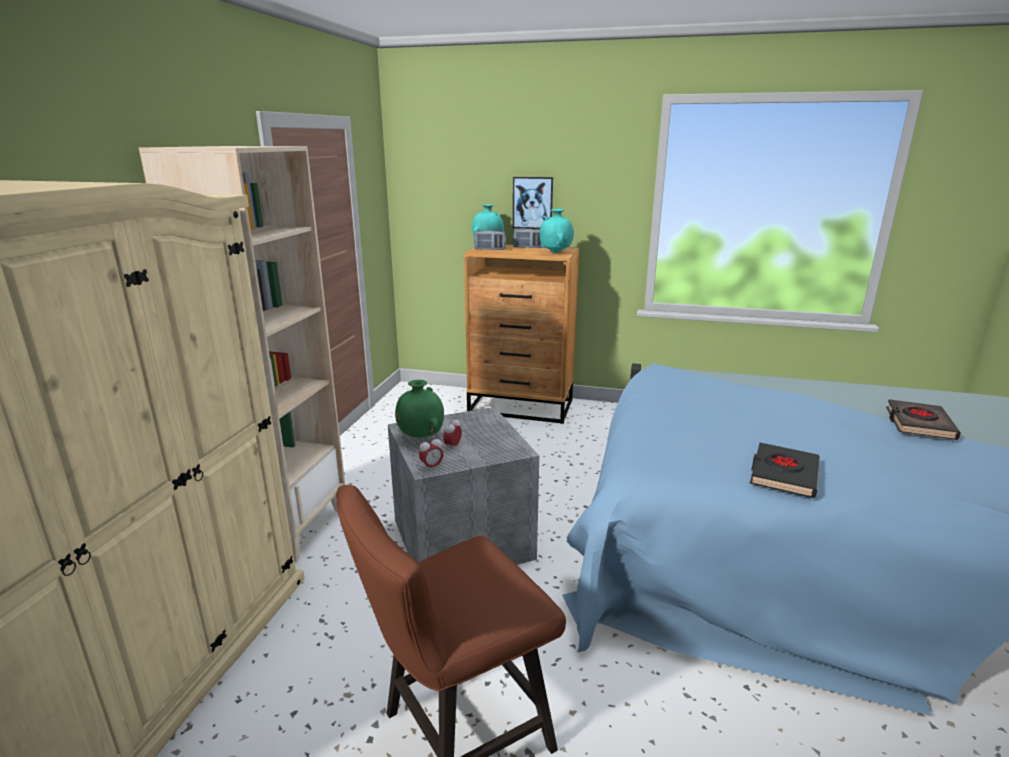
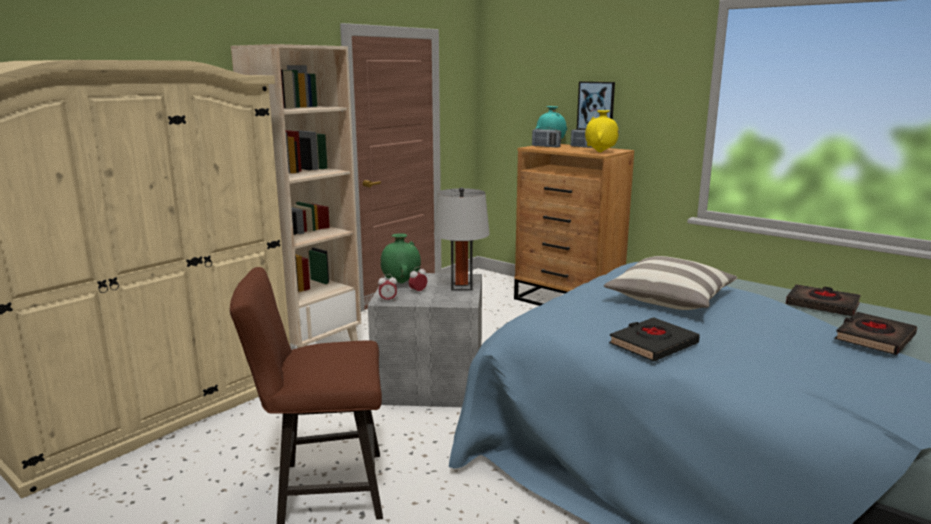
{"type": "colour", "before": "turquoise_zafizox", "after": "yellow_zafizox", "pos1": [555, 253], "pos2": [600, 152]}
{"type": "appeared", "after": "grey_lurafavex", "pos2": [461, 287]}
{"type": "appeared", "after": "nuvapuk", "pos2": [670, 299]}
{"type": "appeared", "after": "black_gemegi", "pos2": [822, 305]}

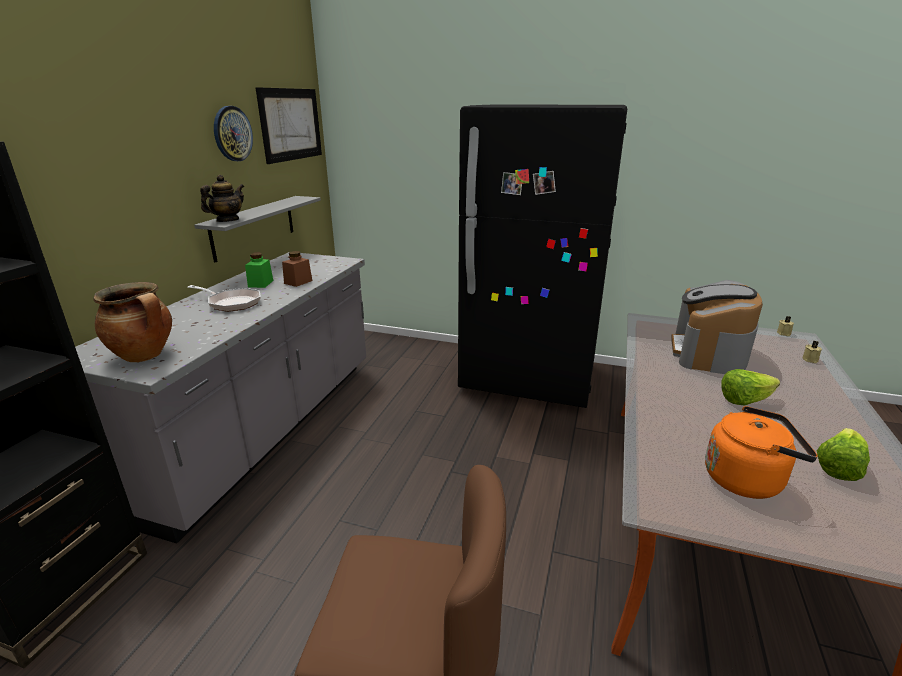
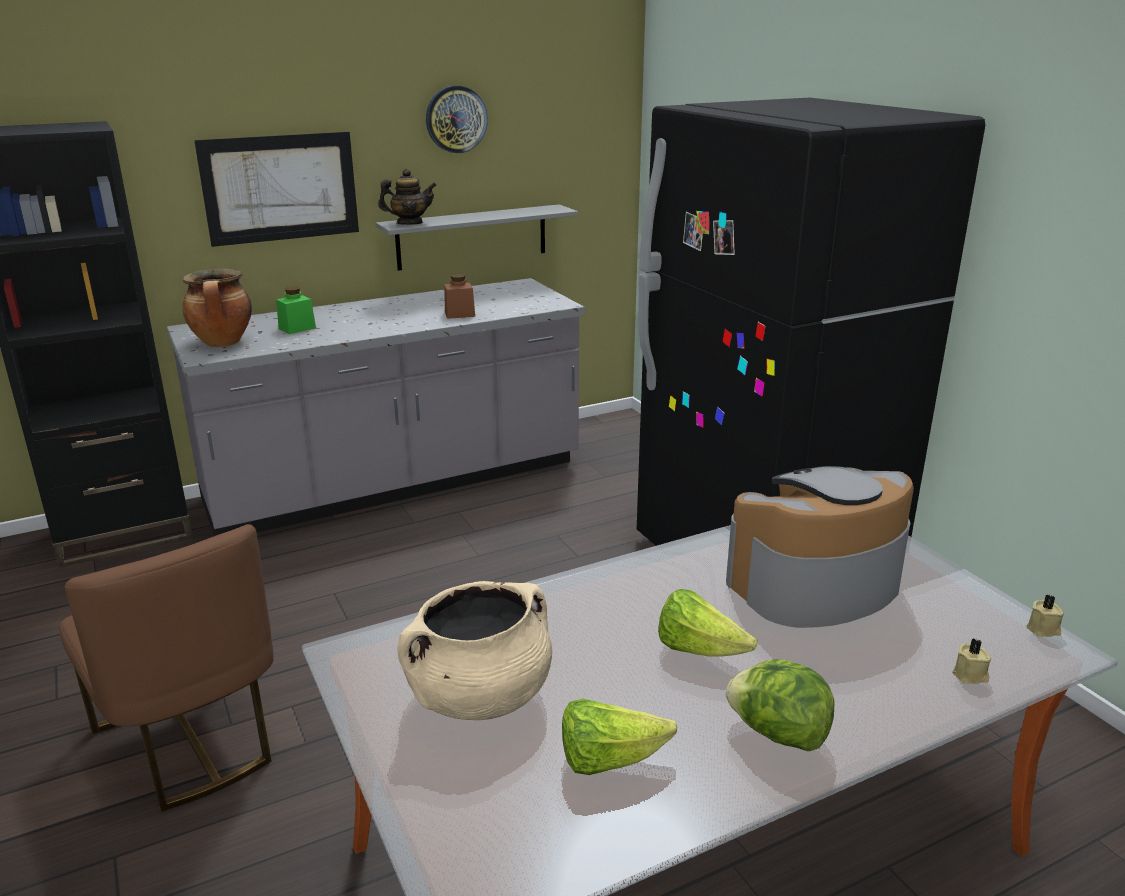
{"type": "missing", "before": "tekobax", "pos1": [231, 303]}
{"type": "relocated", "before": "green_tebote", "pos1": [260, 284], "pos2": [297, 328]}
{"type": "relocated", "before": "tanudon", "pos1": [291, 124], "pos2": [280, 188]}
{"type": "exchanged", "before": "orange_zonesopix", "after": "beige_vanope", "pos1": [747, 479], "pos2": [479, 696]}
{"type": "appeared", "after": "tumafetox", "pos2": [778, 734]}

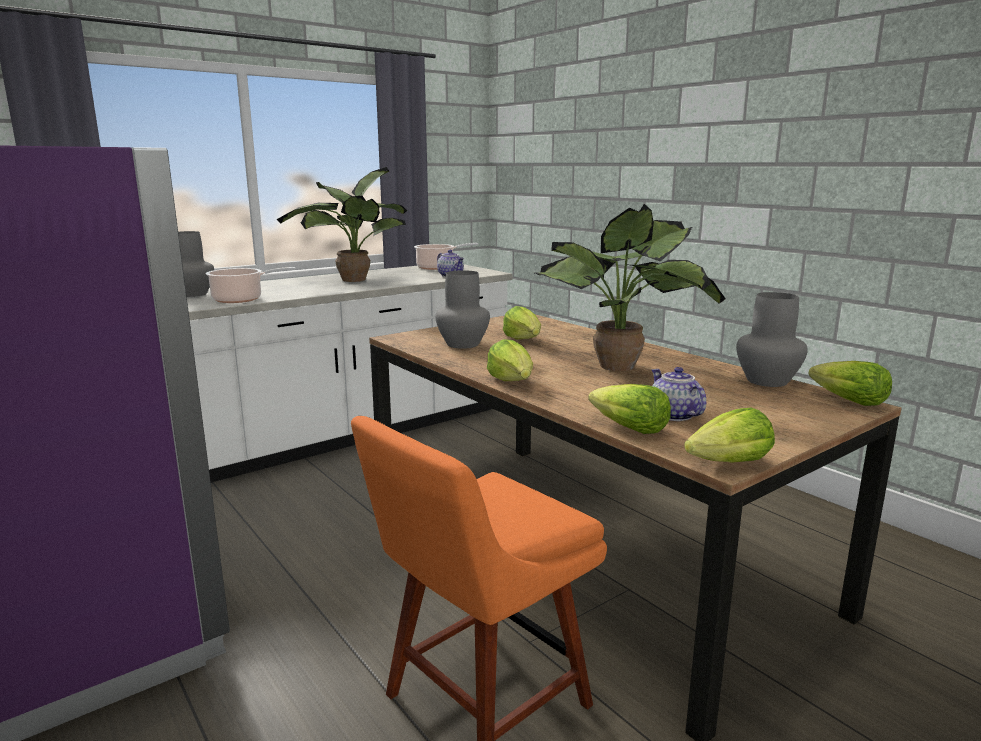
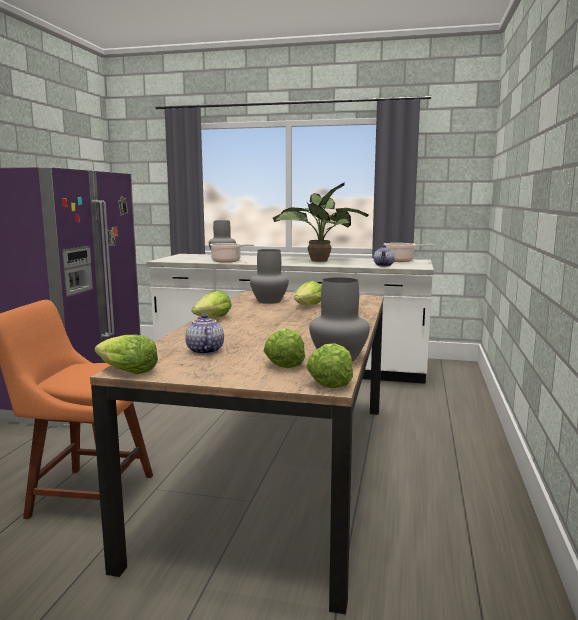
{"type": "missing", "before": "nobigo", "pos1": [621, 365]}
{"type": "relocated", "before": "tumafetox", "pos1": [628, 429], "pos2": [284, 363]}
{"type": "spun", "before": "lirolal", "pos1": [673, 415], "pos2": [204, 351], "turn": -45}

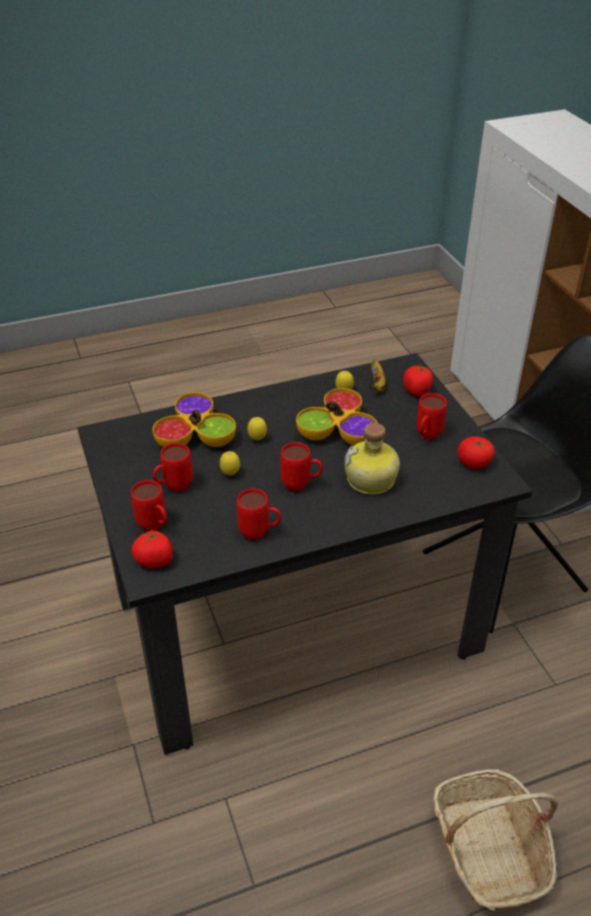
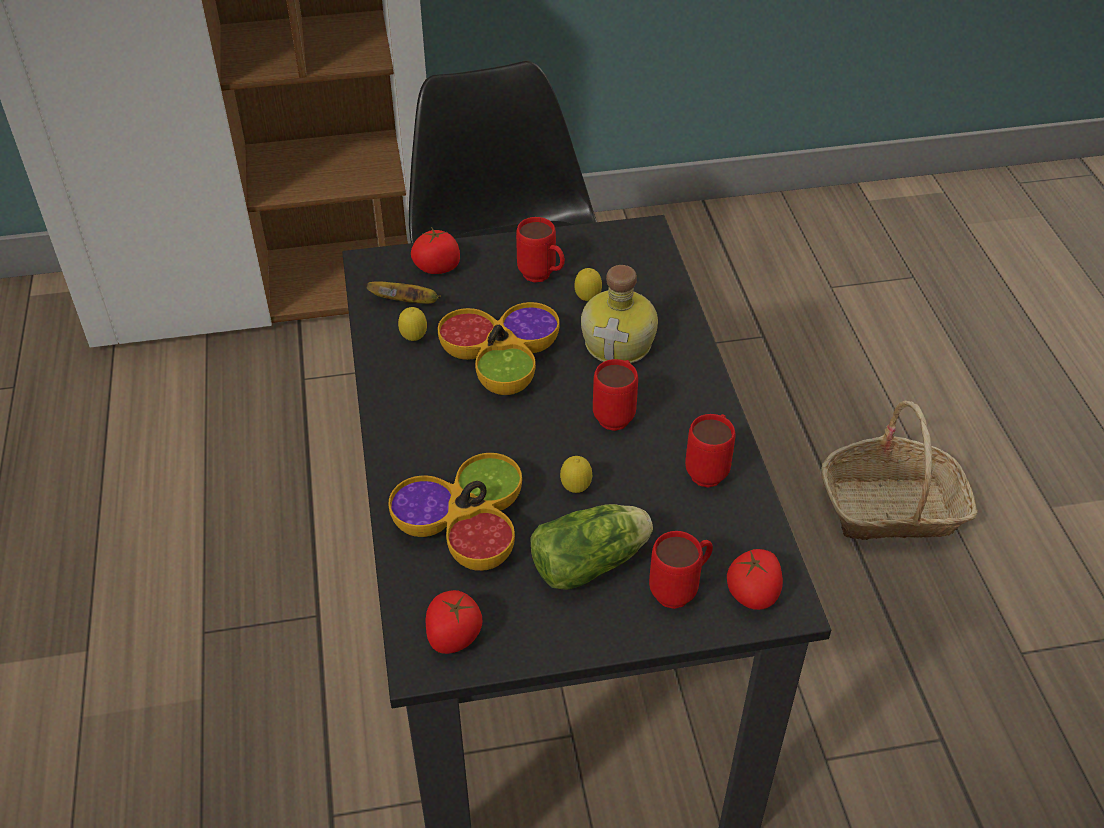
{"type": "exchanged", "before": "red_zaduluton", "after": "tumafetox", "pos1": [173, 487], "pos2": [593, 562]}
{"type": "relocated", "before": "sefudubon", "pos1": [257, 439], "pos2": [587, 300]}
{"type": "relocated", "before": "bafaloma", "pos1": [473, 463], "pos2": [453, 636]}

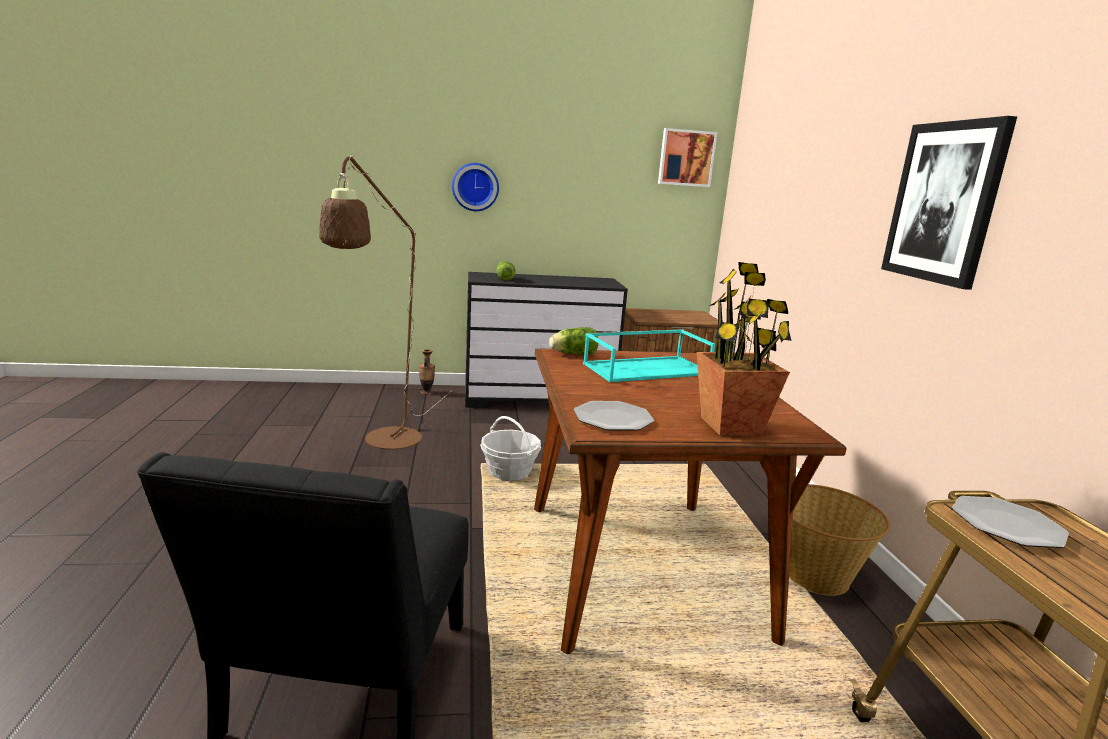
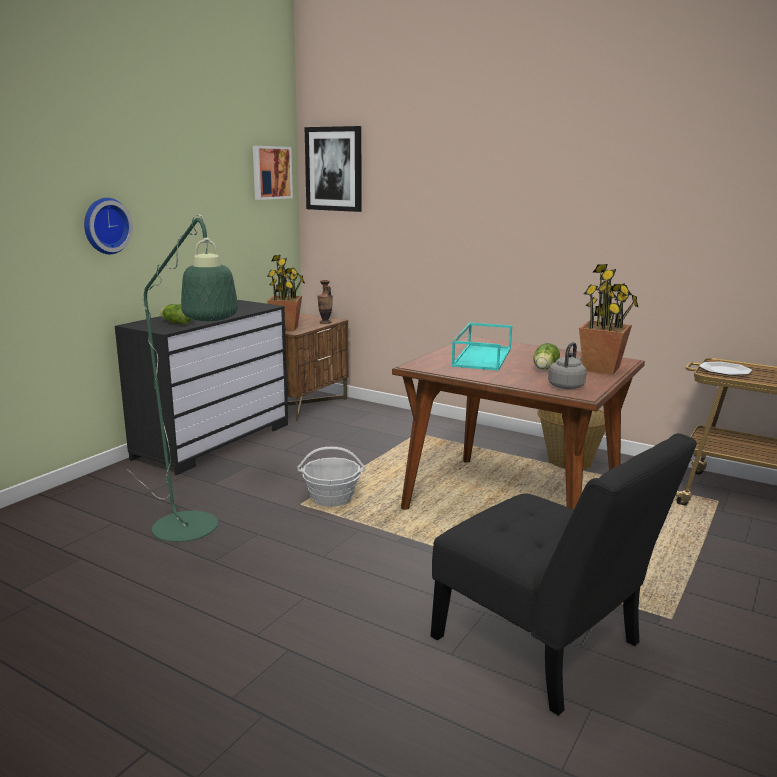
{"type": "colour", "before": "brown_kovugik", "after": "green_kovugik", "pos1": [387, 443], "pos2": [193, 532]}
{"type": "relocated", "before": "zafizox", "pos1": [426, 393], "pos2": [325, 322]}
{"type": "relocated", "before": "tumafetox", "pos1": [572, 354], "pos2": [544, 369]}
{"type": "exchanged", "before": "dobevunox", "after": "grey_zonesopix", "pos1": [613, 418], "pos2": [567, 386]}
{"type": "relocated", "before": "tanudon", "pos1": [944, 202], "pos2": [334, 169]}
{"type": "appeared", "after": "nobigo", "pos2": [286, 328]}

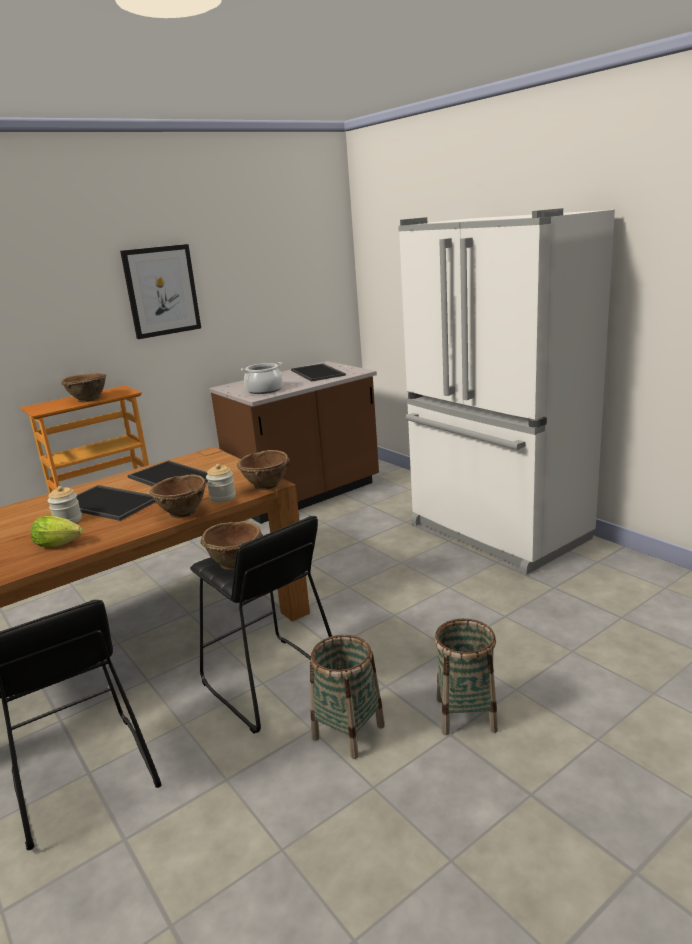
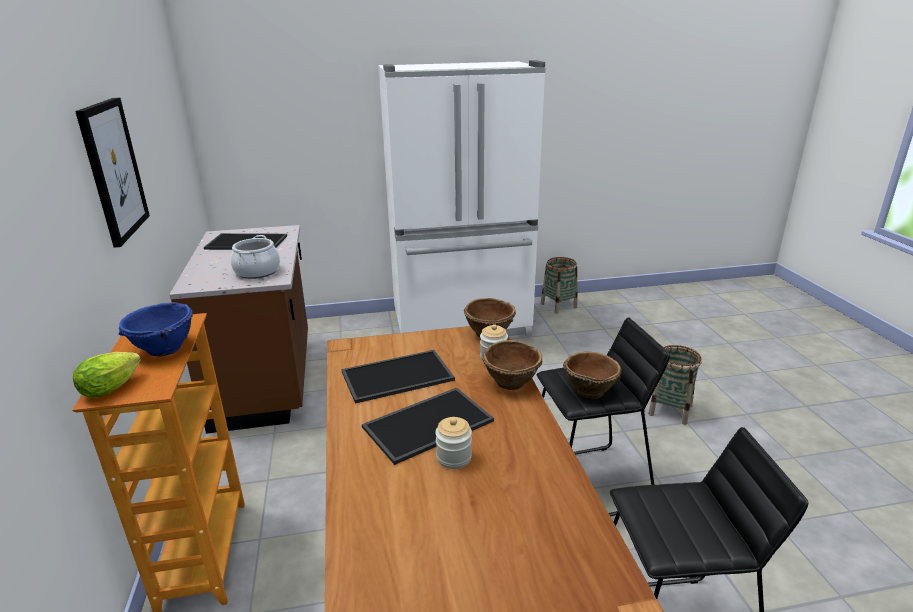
{"type": "relocated", "before": "tumafetox", "pos1": [61, 545], "pos2": [114, 387]}
{"type": "colour", "before": "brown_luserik", "after": "blue_luserik", "pos1": [88, 399], "pos2": [164, 349]}
{"type": "relocated", "before": "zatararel", "pos1": [348, 732], "pos2": [558, 305]}

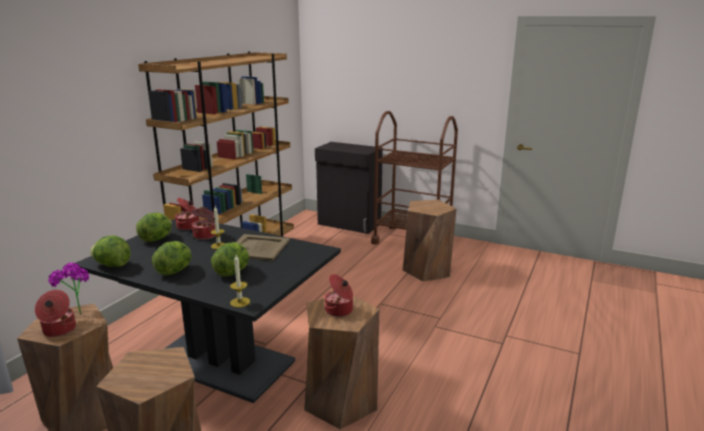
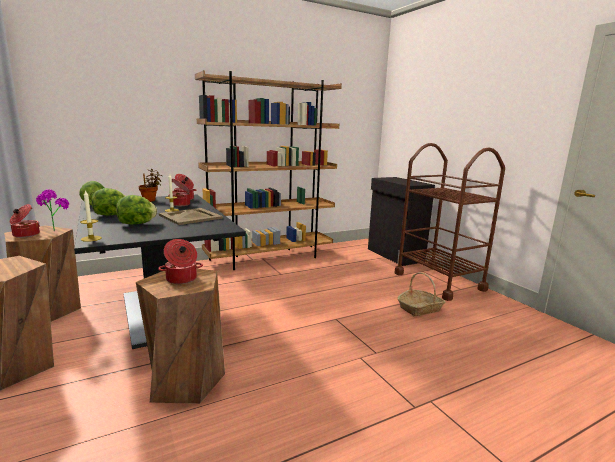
{"type": "exchanged", "before": "tumafetox", "after": "nobigo", "pos1": [157, 239], "pos2": [150, 200]}
{"type": "exchanged", "before": "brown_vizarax", "after": "zatararel", "pos1": [427, 270], "pos2": [420, 308]}

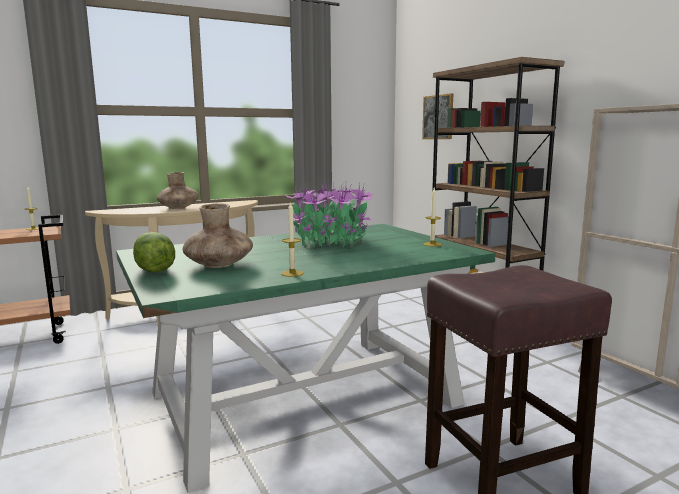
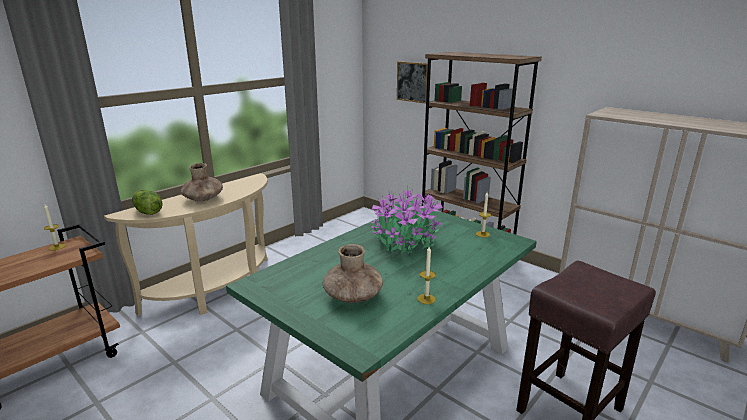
{"type": "relocated", "before": "tumafetox", "pos1": [153, 270], "pos2": [147, 212]}

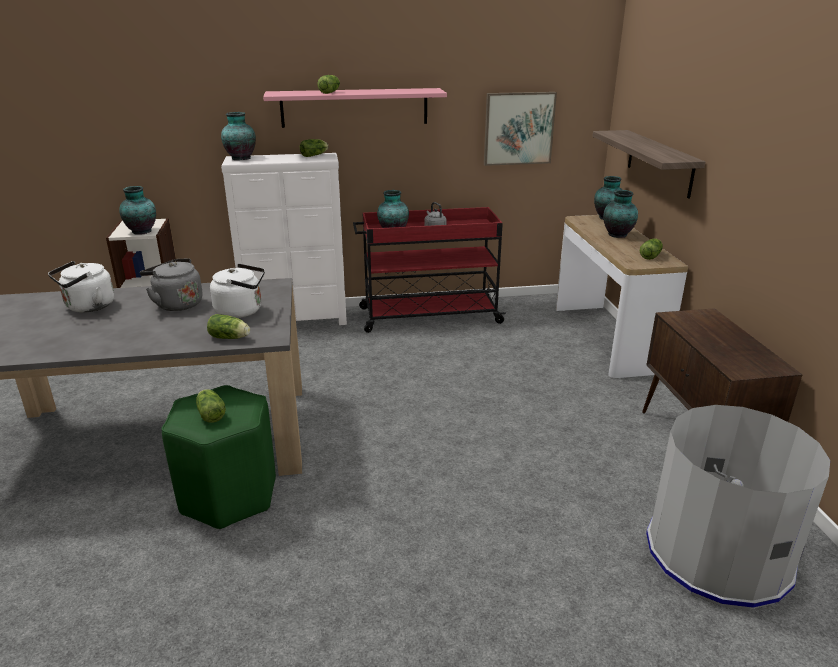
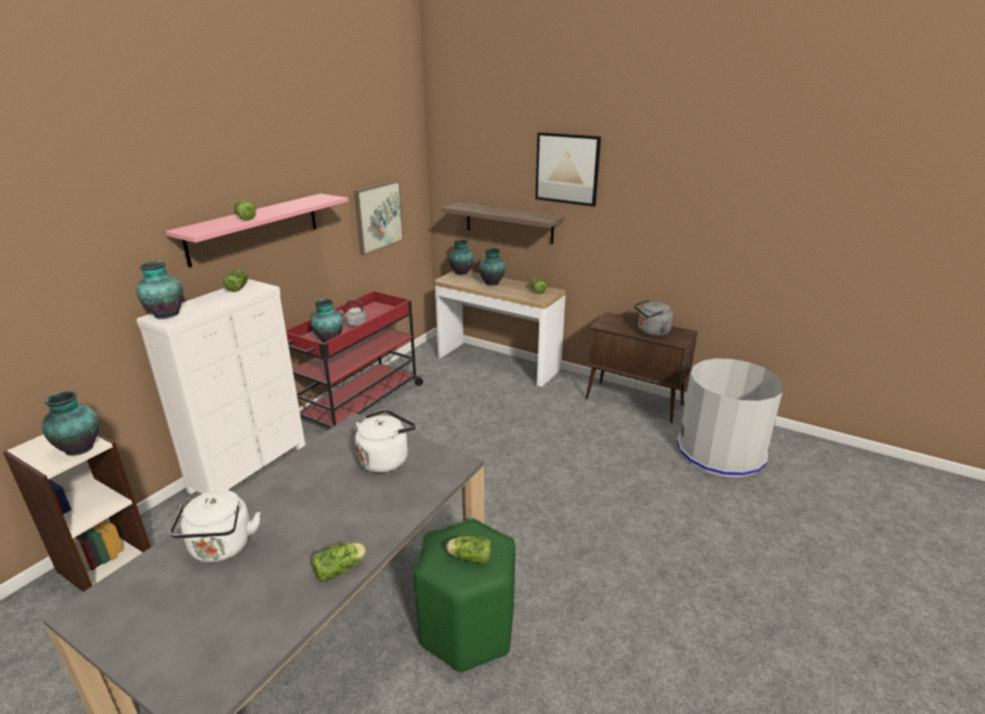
{"type": "relocated", "before": "grey_zonesopix", "pos1": [176, 304], "pos2": [651, 332]}
{"type": "relocated", "before": "tumafetox", "pos1": [230, 338], "pos2": [341, 569]}
{"type": "appeared", "after": "tanudon", "pos2": [567, 169]}

